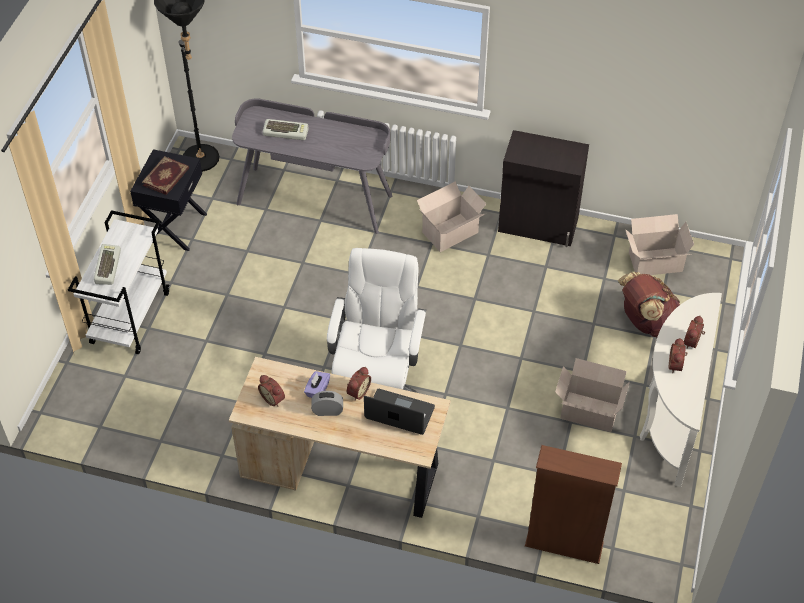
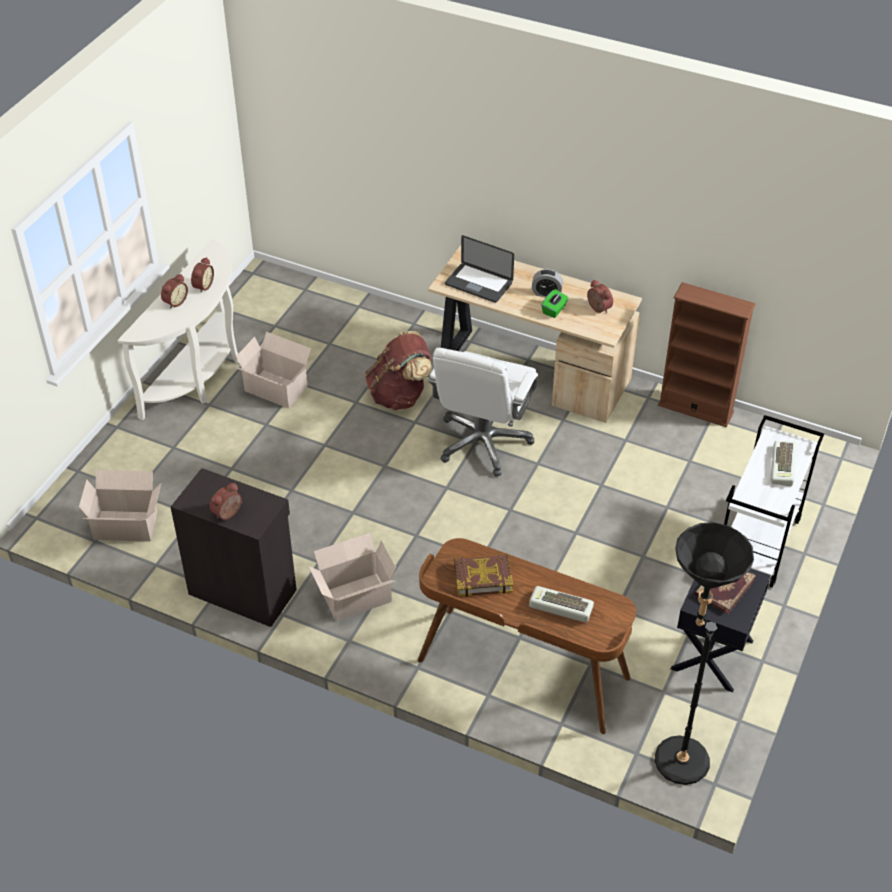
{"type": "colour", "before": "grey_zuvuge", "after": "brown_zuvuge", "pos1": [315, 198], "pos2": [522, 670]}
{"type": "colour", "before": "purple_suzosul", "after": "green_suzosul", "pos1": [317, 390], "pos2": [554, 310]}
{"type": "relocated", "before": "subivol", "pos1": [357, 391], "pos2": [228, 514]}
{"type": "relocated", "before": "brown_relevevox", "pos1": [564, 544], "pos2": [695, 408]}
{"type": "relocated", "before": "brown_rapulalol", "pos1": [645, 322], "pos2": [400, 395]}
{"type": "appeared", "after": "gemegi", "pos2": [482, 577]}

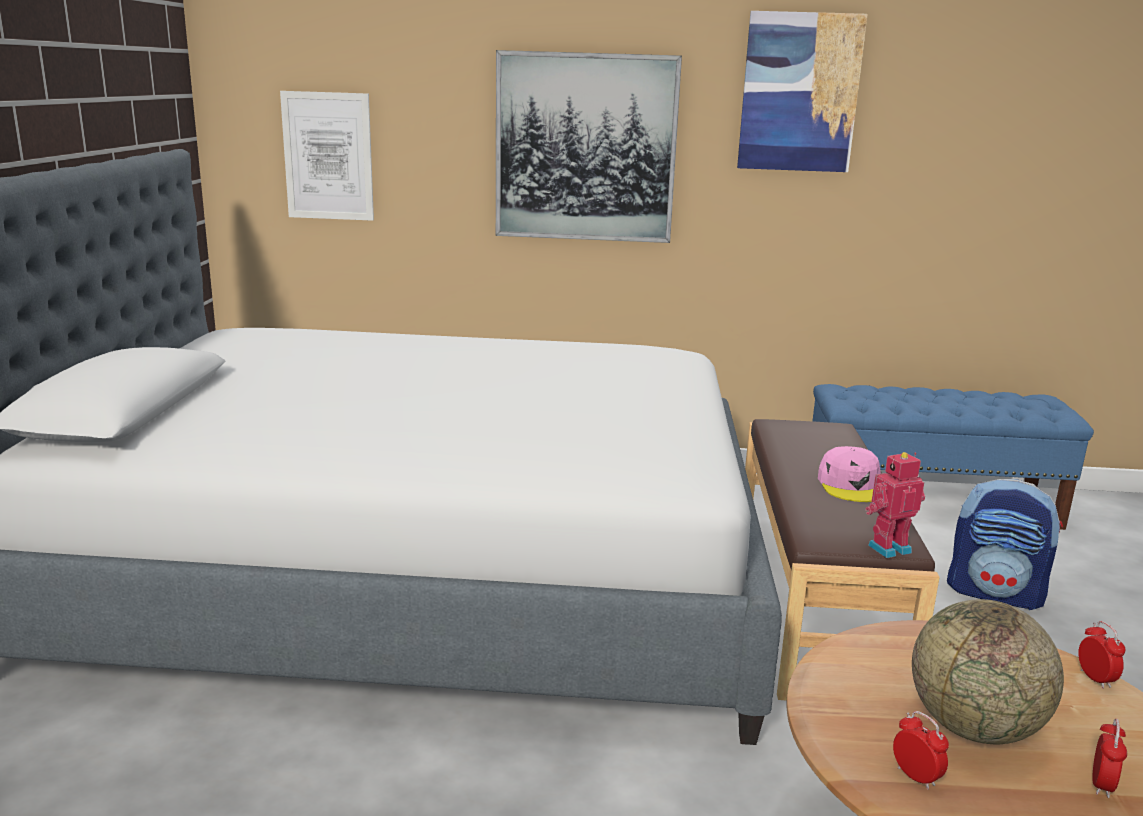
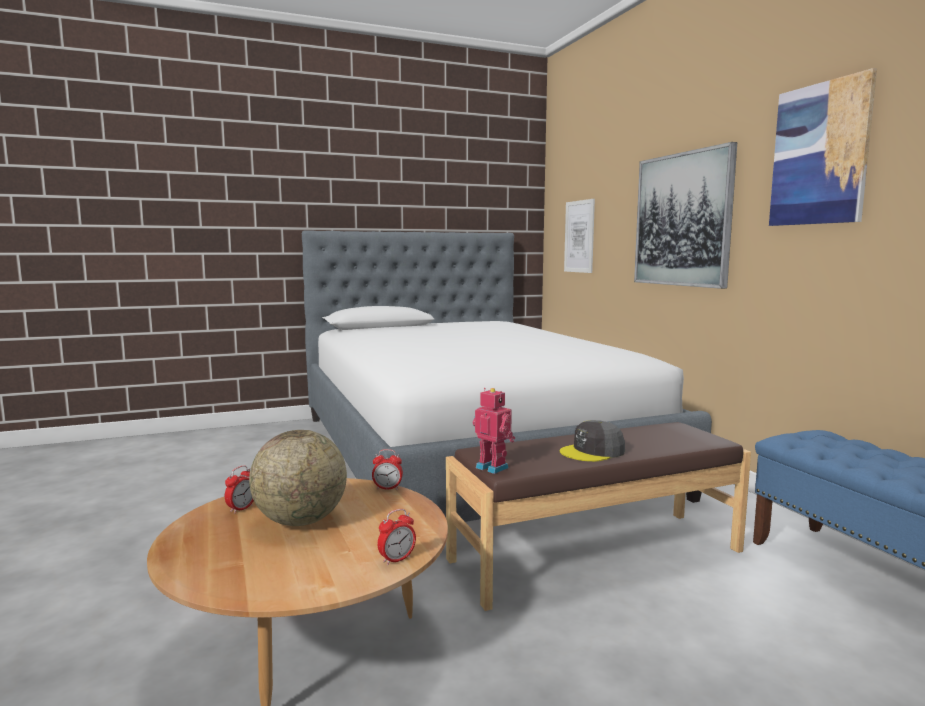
{"type": "colour", "before": "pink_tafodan", "after": "grey_tafodan", "pos1": [851, 485], "pos2": [593, 451]}
{"type": "missing", "before": "rapulalol", "pos1": [995, 593]}
{"type": "relocated", "before": "subivol", "pos1": [1101, 784], "pos2": [387, 488]}

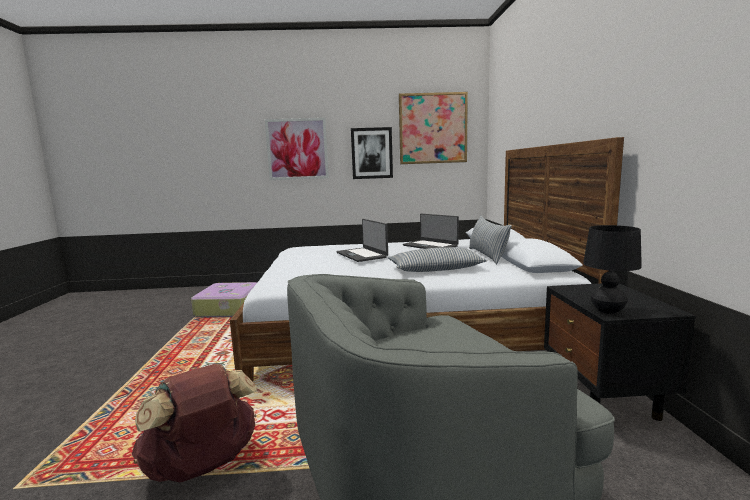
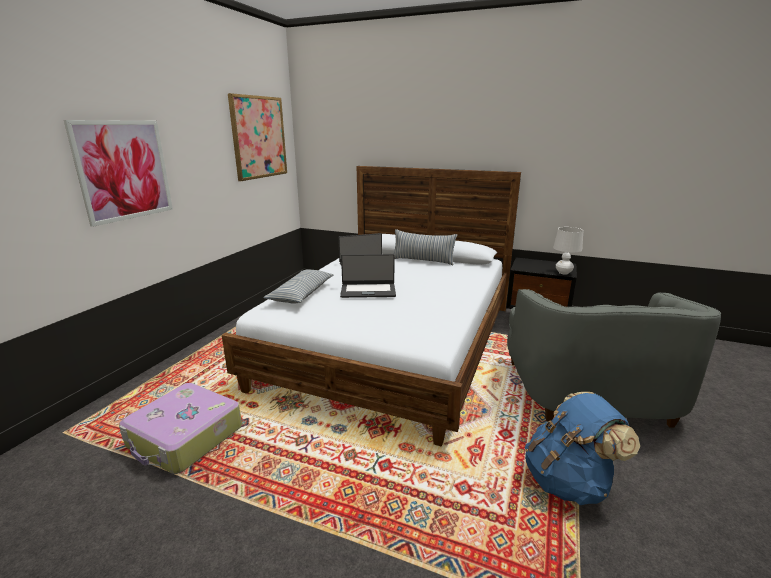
{"type": "colour", "before": "brown_rapulalol", "after": "blue_rapulalol", "pos1": [203, 467], "pos2": [568, 481]}
{"type": "missing", "before": "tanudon", "pos1": [372, 153]}
{"type": "relocated", "before": "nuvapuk", "pos1": [436, 269], "pos2": [301, 294]}
{"type": "colour", "before": "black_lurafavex", "after": "white_lurafavex", "pos1": [607, 311], "pos2": [563, 273]}

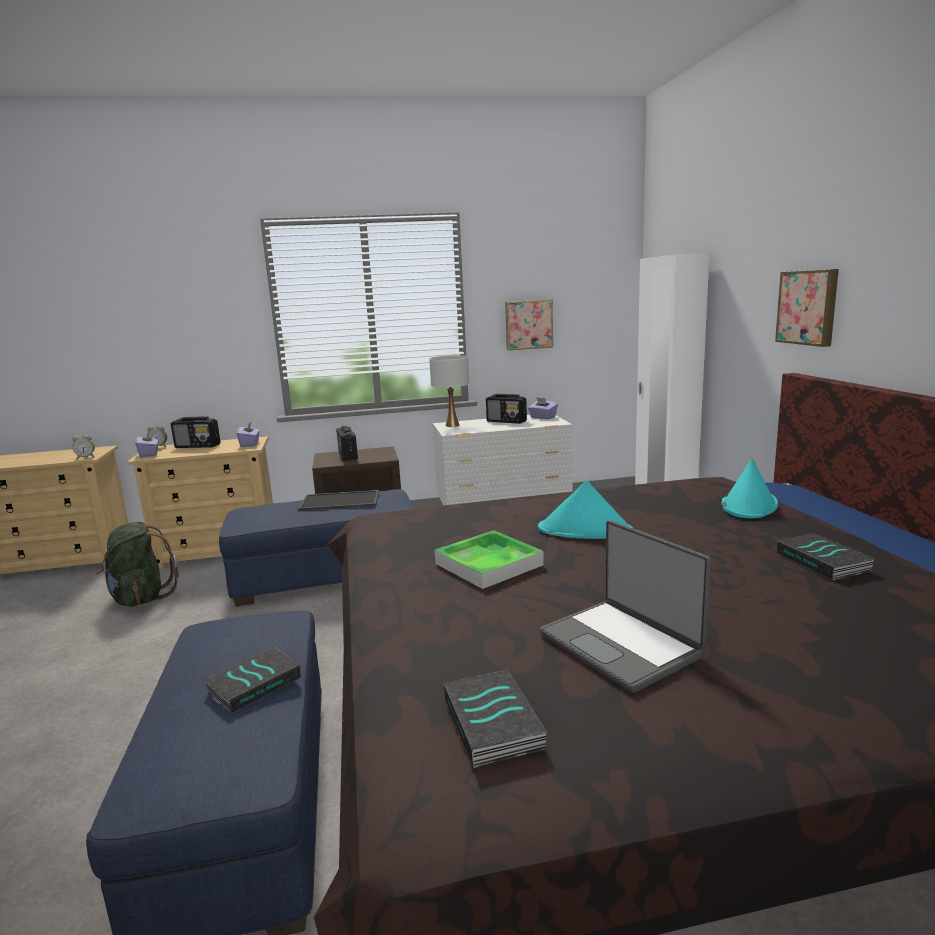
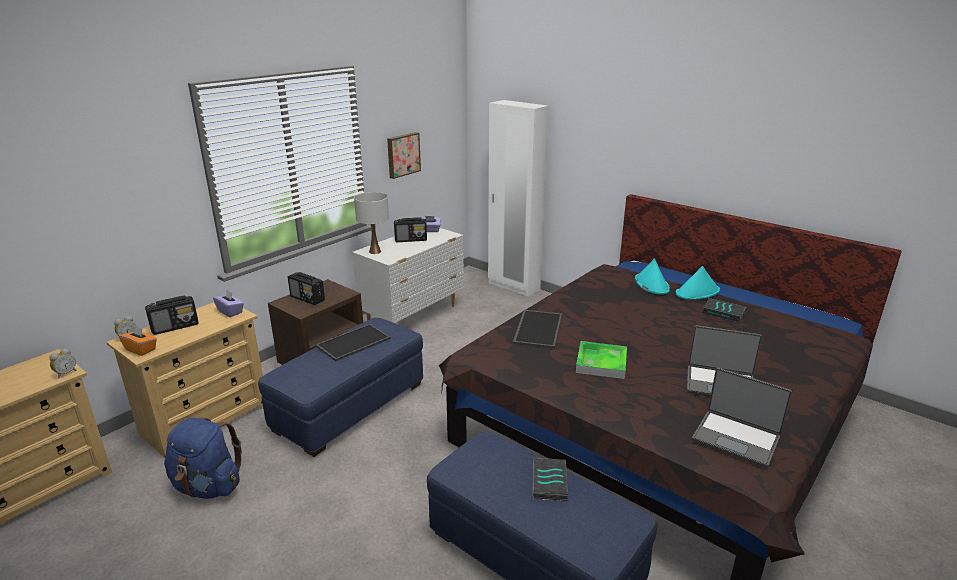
{"type": "colour", "before": "green_rapulalol", "after": "blue_rapulalol", "pos1": [141, 598], "pos2": [208, 487]}
{"type": "colour", "before": "purple_suzosul", "after": "orange_suzosul", "pos1": [149, 454], "pos2": [141, 349]}
{"type": "exchanged", "before": "gemegi", "after": "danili", "pos1": [495, 724], "pos2": [736, 438]}
{"type": "relocated", "before": "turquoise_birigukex", "pos1": [585, 530], "pos2": [697, 292]}
{"type": "missing", "before": "tanudon", "pos1": [808, 307]}
{"type": "appeared", "after": "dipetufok", "pos2": [537, 328]}

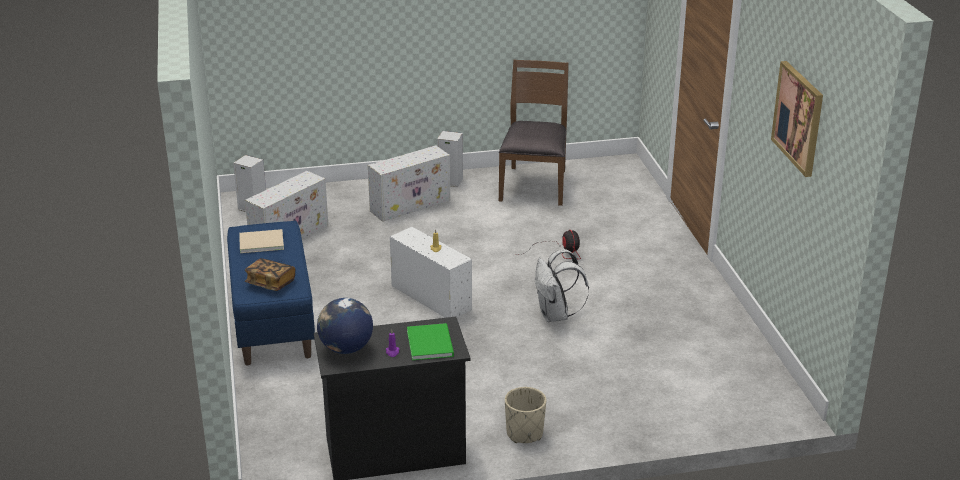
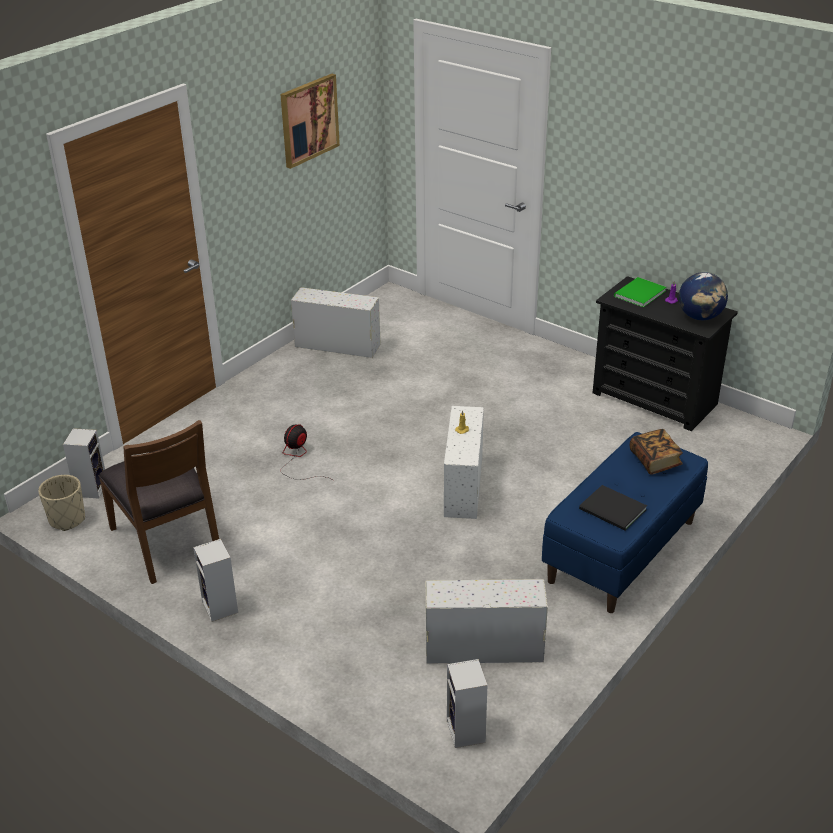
{"type": "colour", "before": "beige_gemegi", "after": "black_gemegi", "pos1": [260, 242], "pos2": [613, 511]}
{"type": "relocated", "before": "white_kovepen", "pos1": [411, 205], "pos2": [336, 345]}
{"type": "spun", "before": "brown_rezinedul", "pos1": [534, 185], "pos2": [168, 541], "turn": -90}
{"type": "relocated", "before": "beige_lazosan", "pos1": [524, 433], "pos2": [67, 519]}
{"type": "missing", "before": "white_rapulalol", "pos1": [556, 315]}
{"type": "appeared", "after": "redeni", "pos2": [91, 488]}

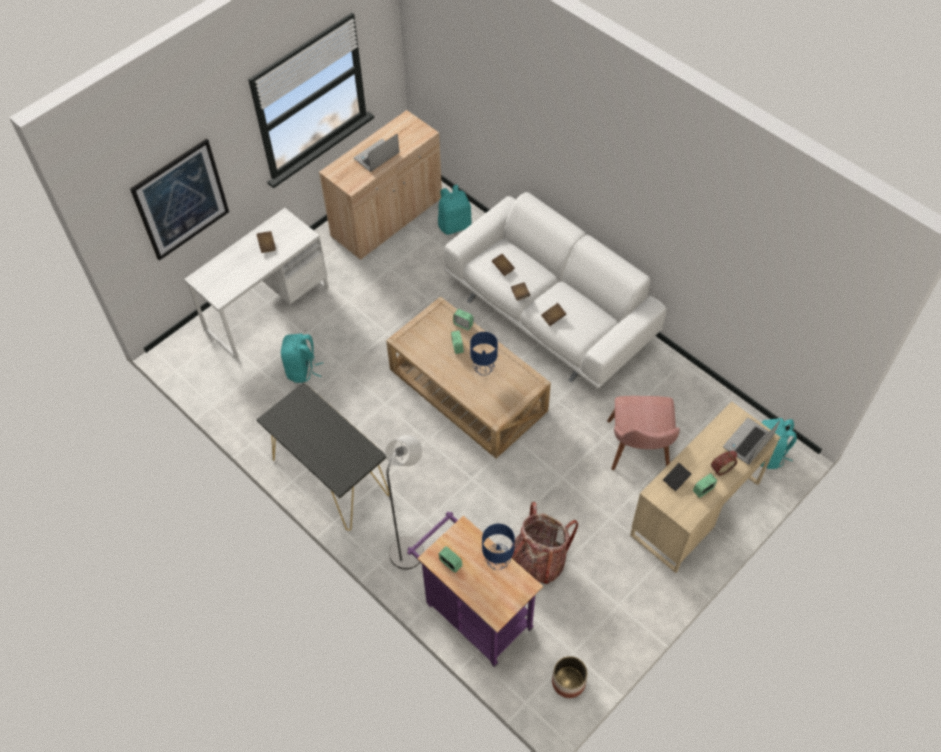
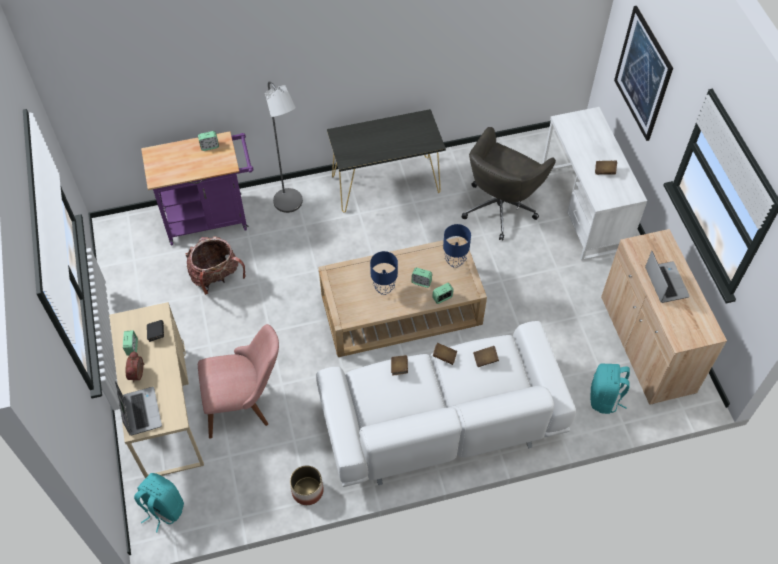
{"type": "exchanged", "before": "turquoise_rapulalol", "after": "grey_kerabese", "pos1": [302, 370], "pos2": [500, 207]}
{"type": "relocated", "before": "blue_lurafavex", "pos1": [497, 562], "pos2": [455, 261]}
{"type": "relocated", "before": "lazosan", "pos1": [569, 682], "pos2": [307, 491]}
{"type": "spun", "before": "pink_rezinedul", "pos1": [640, 454], "pos2": [245, 402], "turn": 135}

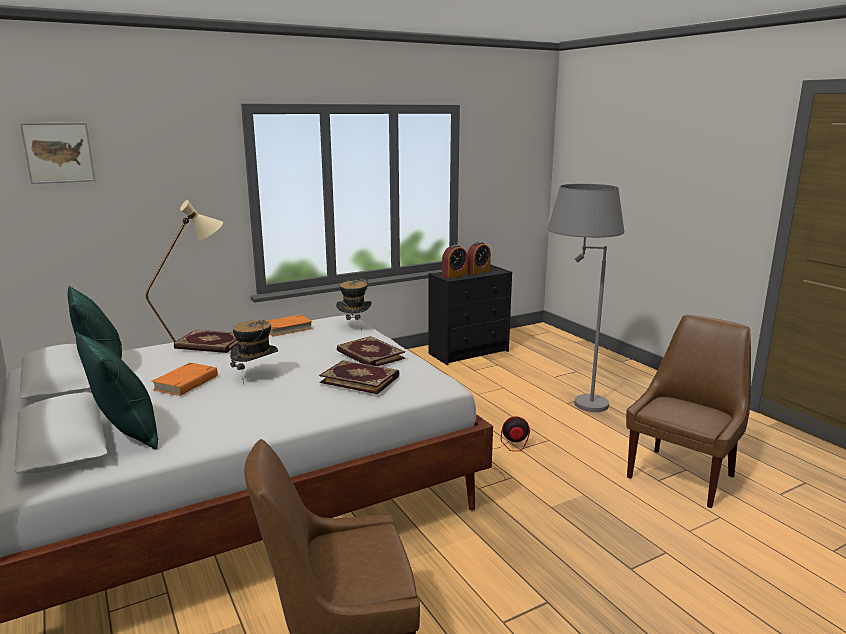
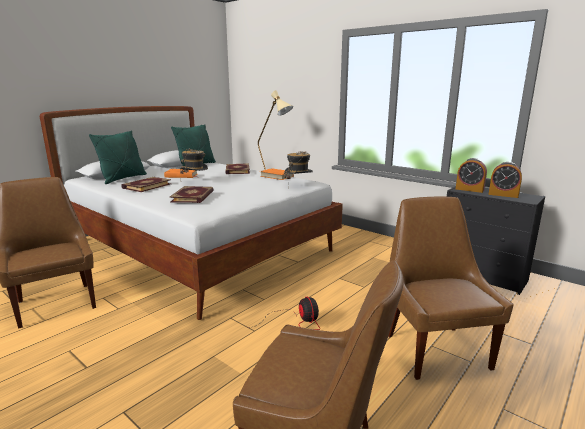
{"type": "missing", "before": "tanudon", "pos1": [58, 152]}
{"type": "relocated", "before": "gemegi", "pos1": [369, 355], "pos2": [146, 186]}
{"type": "exchanged", "before": "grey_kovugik", "after": "brown_rezinedul", "pos1": [572, 403], "pos2": [434, 349]}

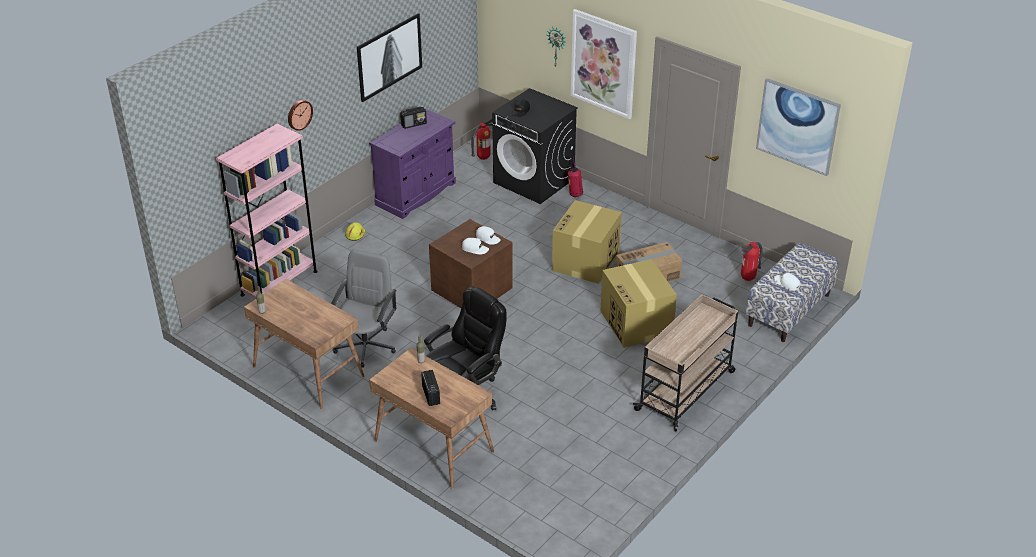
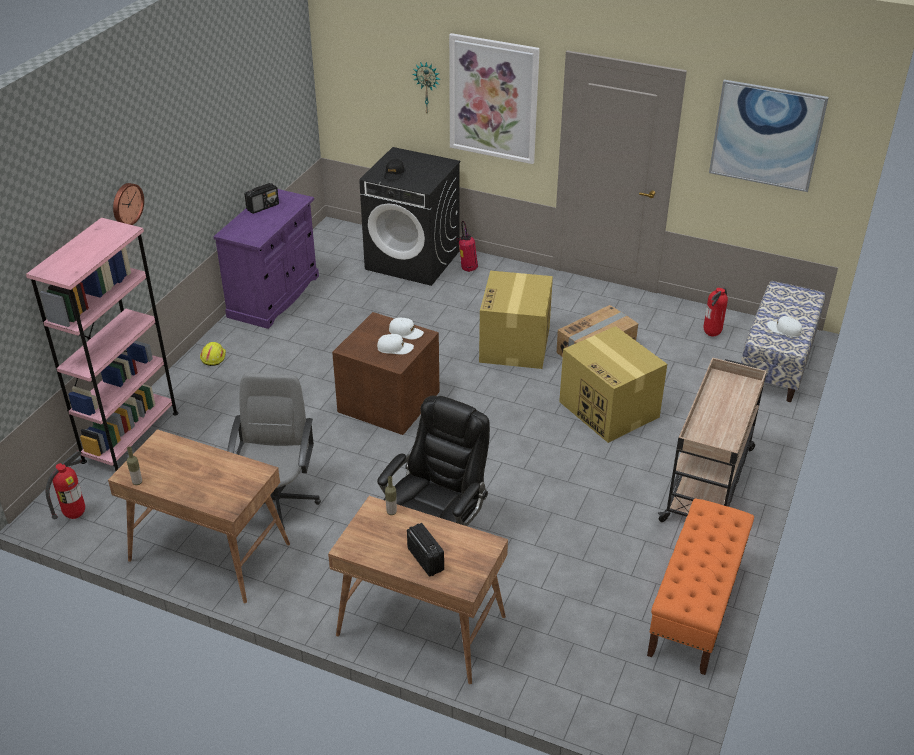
{"type": "missing", "before": "tanudon", "pos1": [389, 57]}
{"type": "relocated", "before": "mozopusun", "pos1": [483, 158], "pos2": [75, 514]}
{"type": "appeared", "after": "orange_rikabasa", "pos2": [695, 607]}

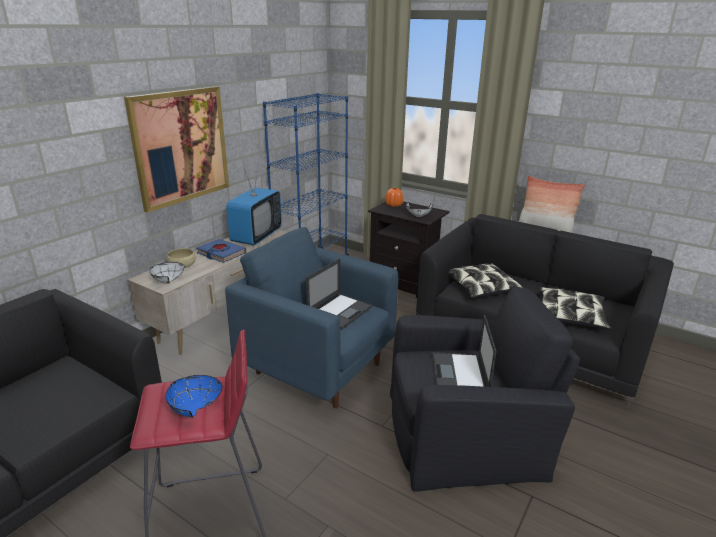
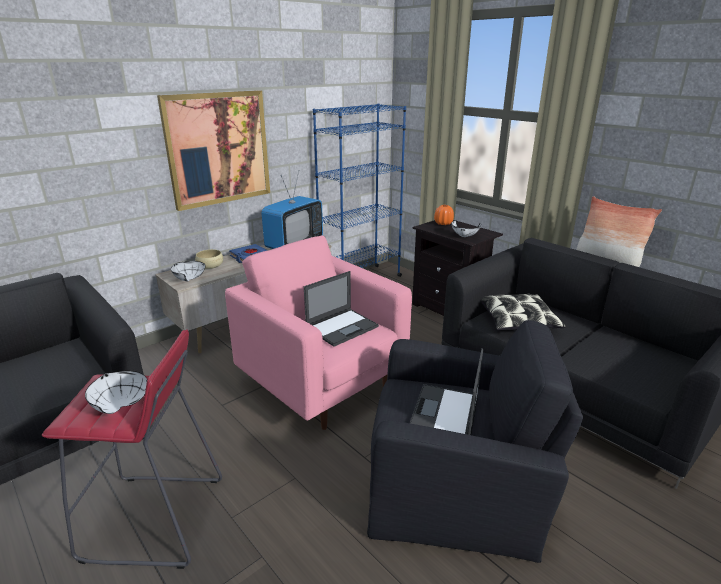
{"type": "colour", "before": "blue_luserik", "after": "white_luserik", "pos1": [192, 408], "pos2": [118, 404]}
{"type": "colour", "before": "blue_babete", "after": "pink_babete", "pos1": [318, 368], "pos2": [323, 385]}
{"type": "missing", "before": "nuvapuk", "pos1": [570, 315]}

